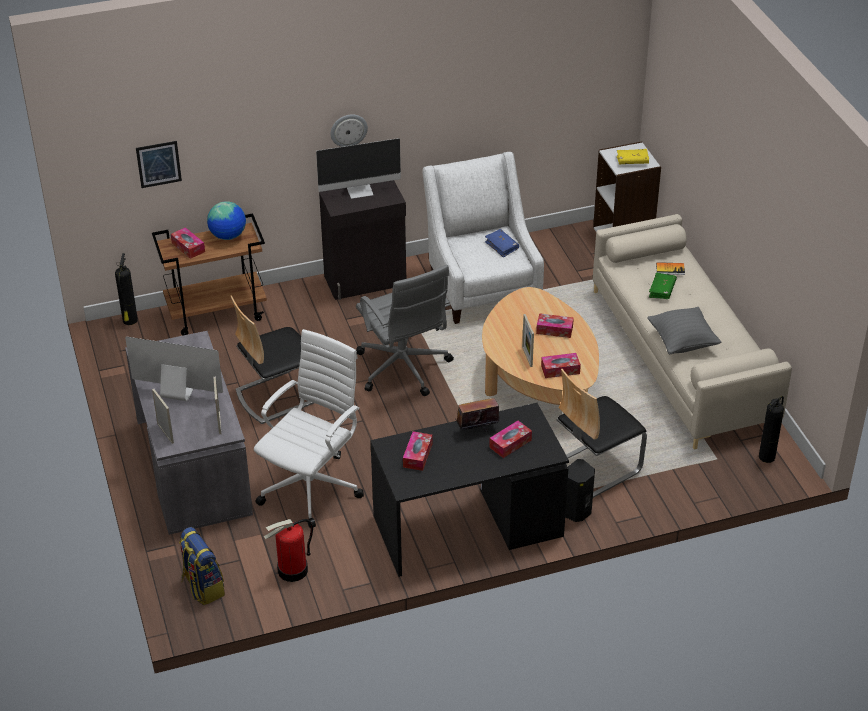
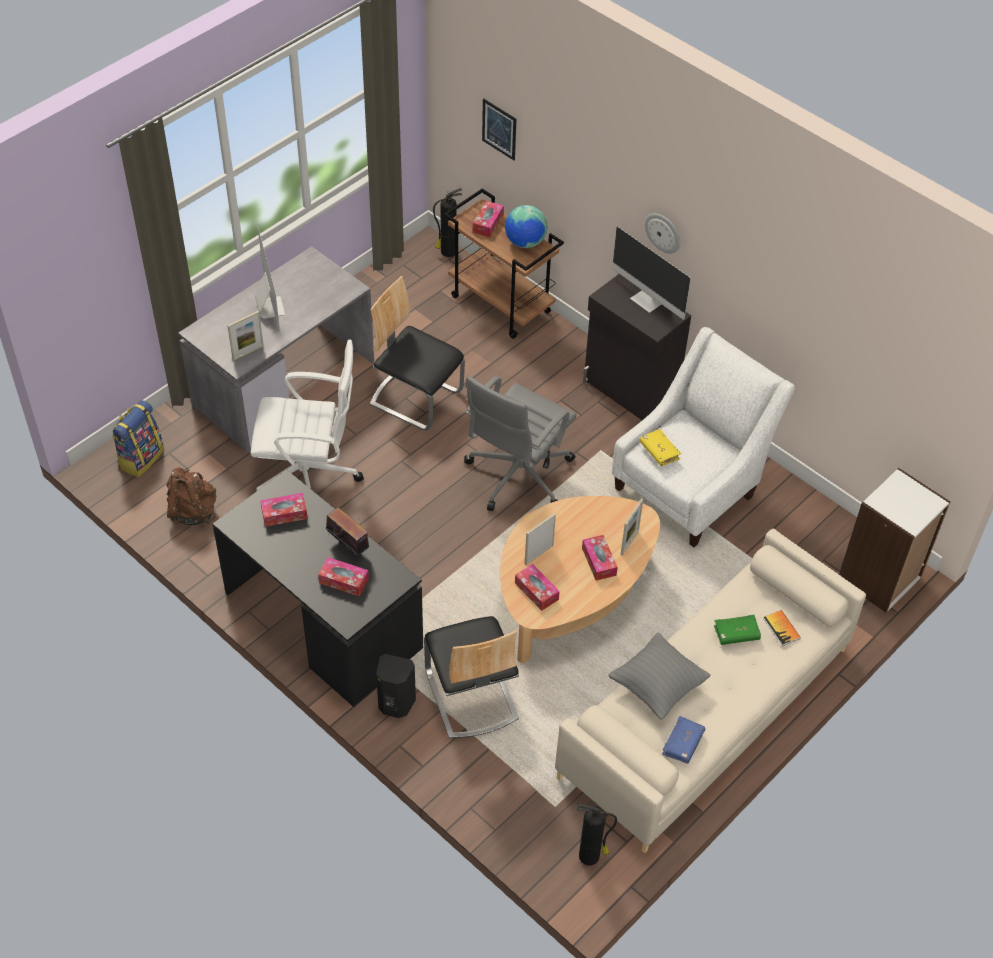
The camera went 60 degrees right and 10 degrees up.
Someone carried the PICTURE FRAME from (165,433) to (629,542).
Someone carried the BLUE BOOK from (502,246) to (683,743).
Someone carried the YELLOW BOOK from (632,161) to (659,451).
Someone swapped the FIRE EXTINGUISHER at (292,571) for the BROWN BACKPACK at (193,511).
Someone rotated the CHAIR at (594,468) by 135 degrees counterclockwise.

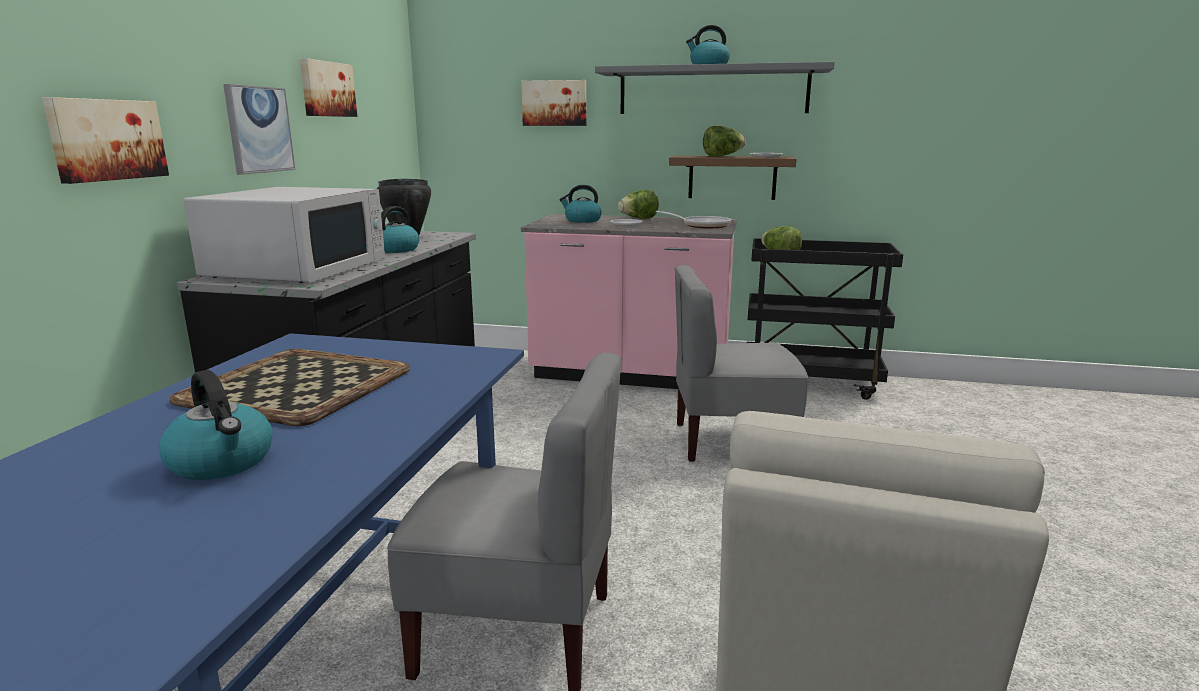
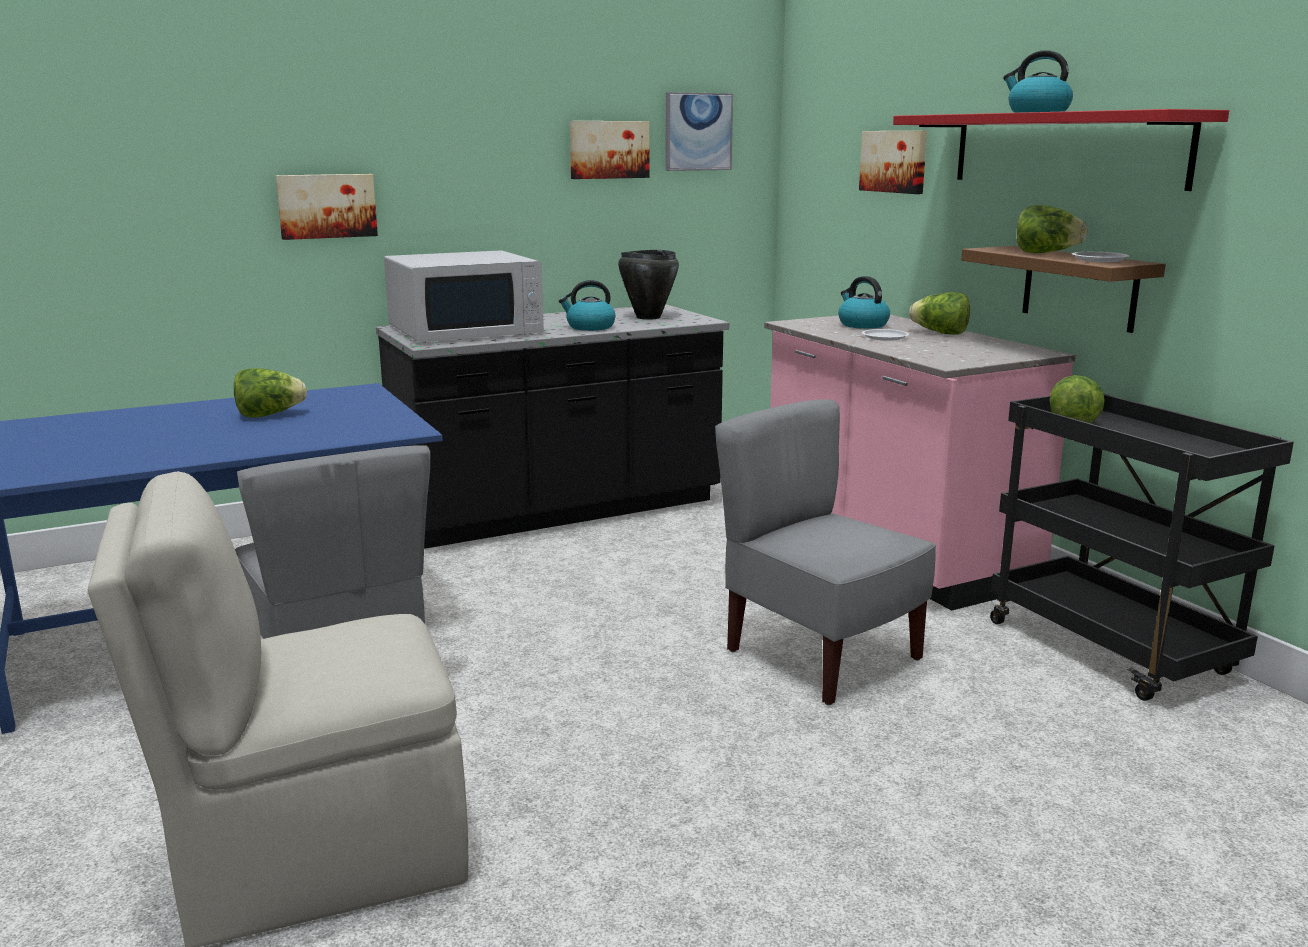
The camera went 50 degrees right and 0 degrees up.
Someone took away the KETTLE at (223,462).
Someone took away the FRYING PAN at (702,225).
Someone carried the PICTURE from (259,129) to (698,131).
Someone swapped the TRAY at (295,386) for the LETTUCE at (269,415).
Someone repainted the GREY SHELF at (713,91), which became the RED SHELF at (1065,149).

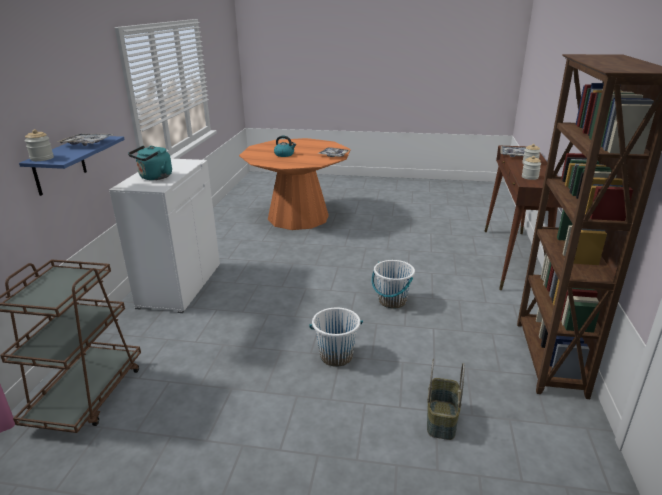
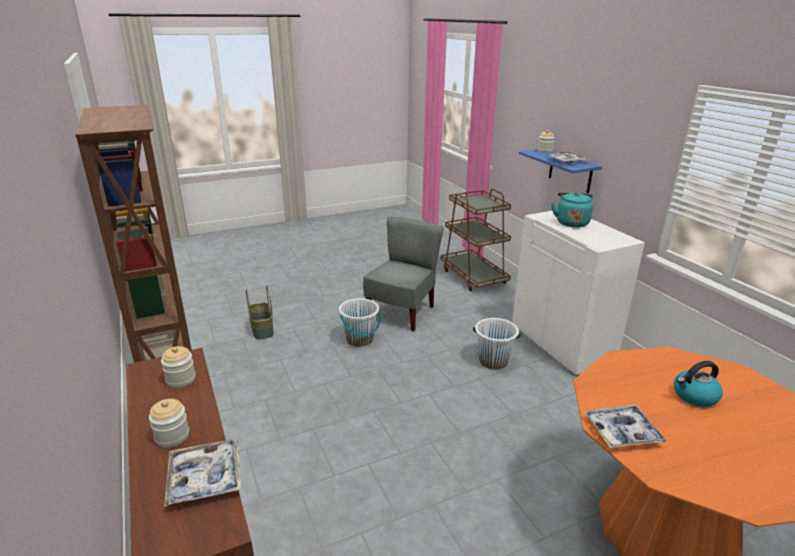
The camera went 145 degrees right and 0 degrees up.
Someone put down the GREY CHAIR at (401,312).
Someone carried the WHITE BUCKET from (392,301) to (493,361).

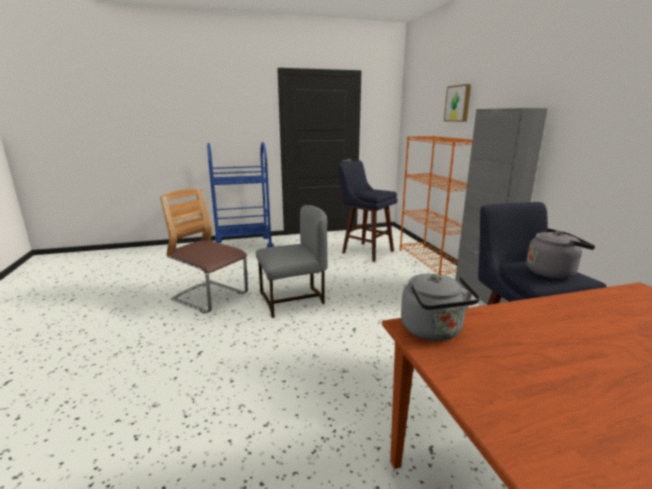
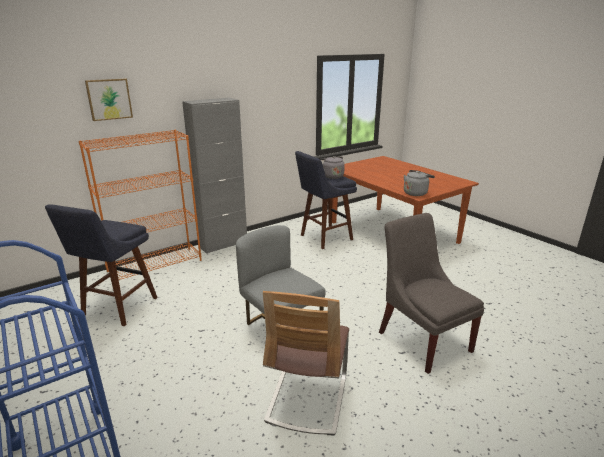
The camera went 110 degrees left and 5 degrees up.
Someone put down the GREY CHAIR at (422,339).

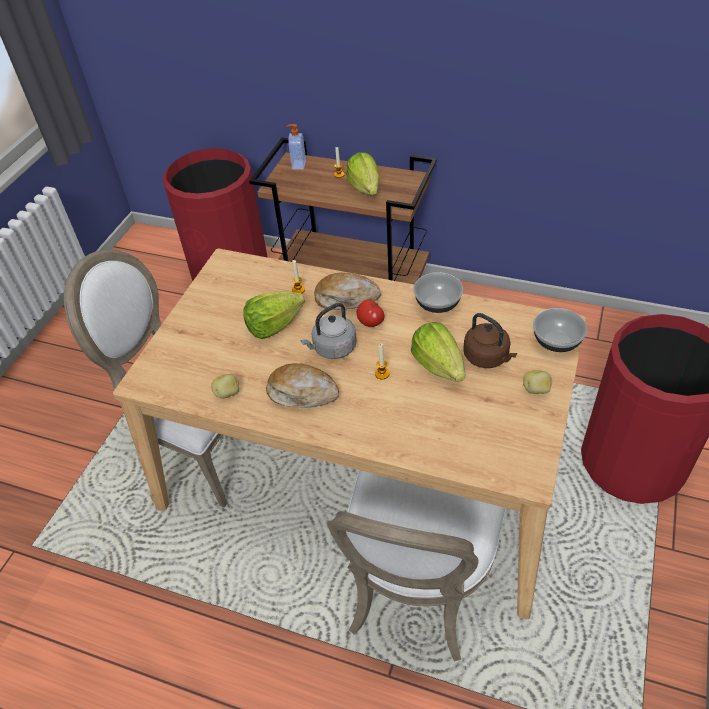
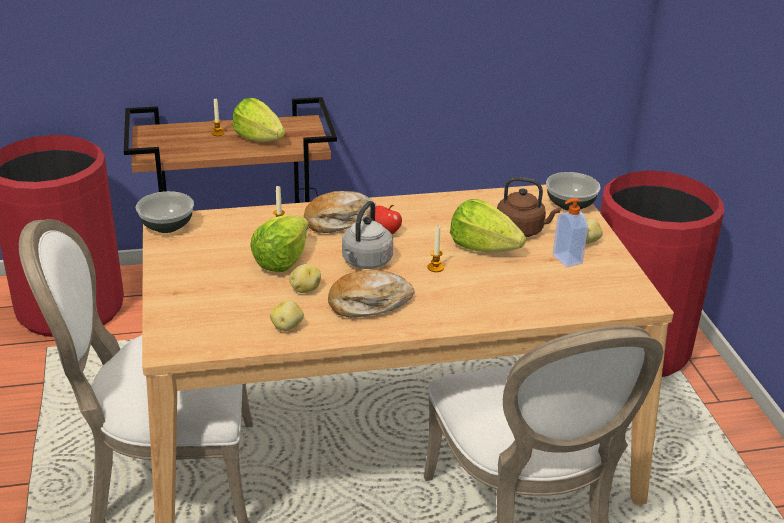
The camera went 35 degrees left and 15 degrees down.
Someone put down the POTATO at (305,289).
Someone carried the SOAP DISPENSER from (298,165) to (566,259).
Someone carried the BOWL from (437,303) to (166,226).

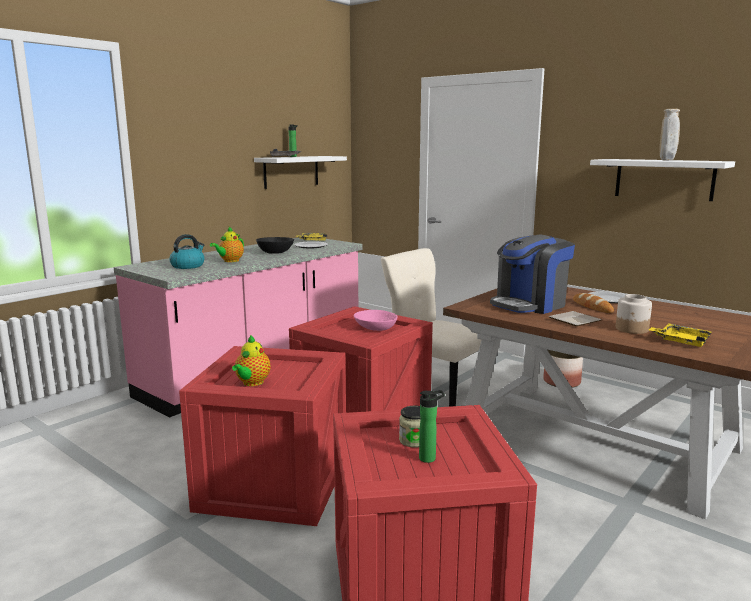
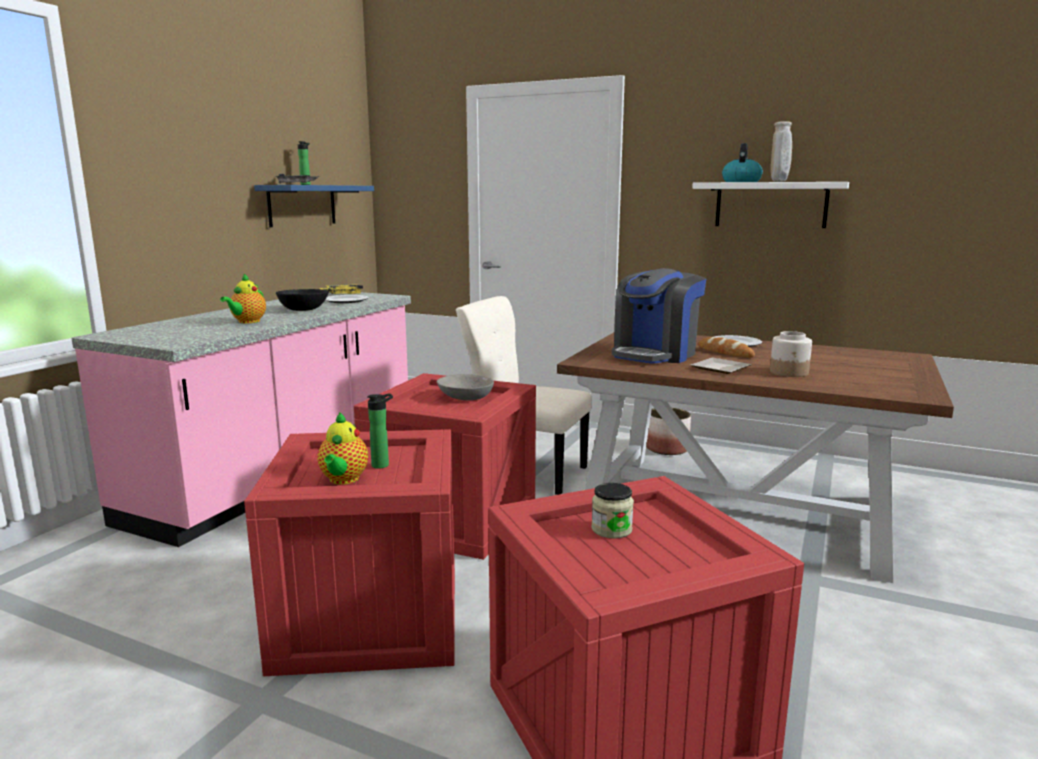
The camera went 15 degrees left and 0 degrees up.
Someone took away the YELLOW TRAY at (681,341).
Someone carried the KETTLE from (188,266) to (741,182).
Someone carried the BOTTLE from (430,458) to (383,465).
Someone repainted the WHITE SHELF at (291,171), which became the BLUE SHELF at (302,205).
Someone repainted the PINK BOWL at (375,327), which became the GREY BOWL at (465,397).

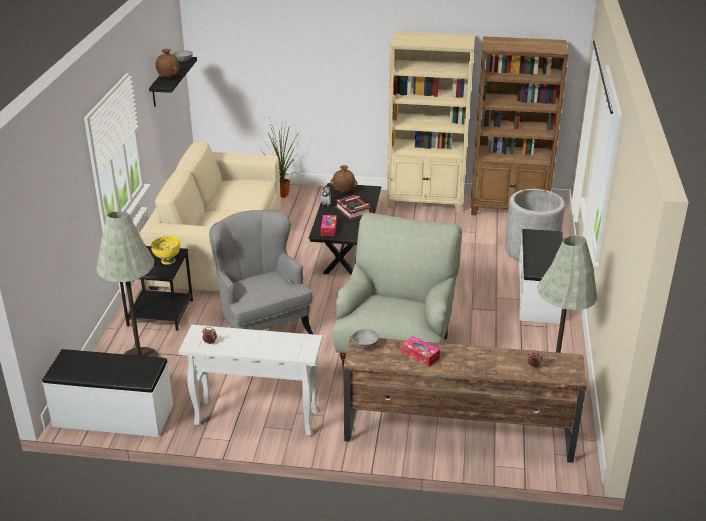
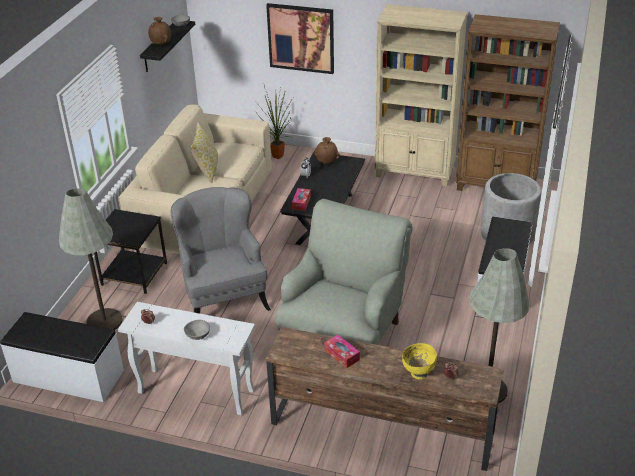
The camera went 10 degrees right and 5 degrees up.
Someone took away the BOOK at (353,210).
Someone put down the PILLOW at (207,170).
Someone put up the PICTURE at (301,38).
Someone carried the YELLOW BOWL from (167,260) to (418,373).
Someone carried the GREY BOWL from (365,345) to (198,335).

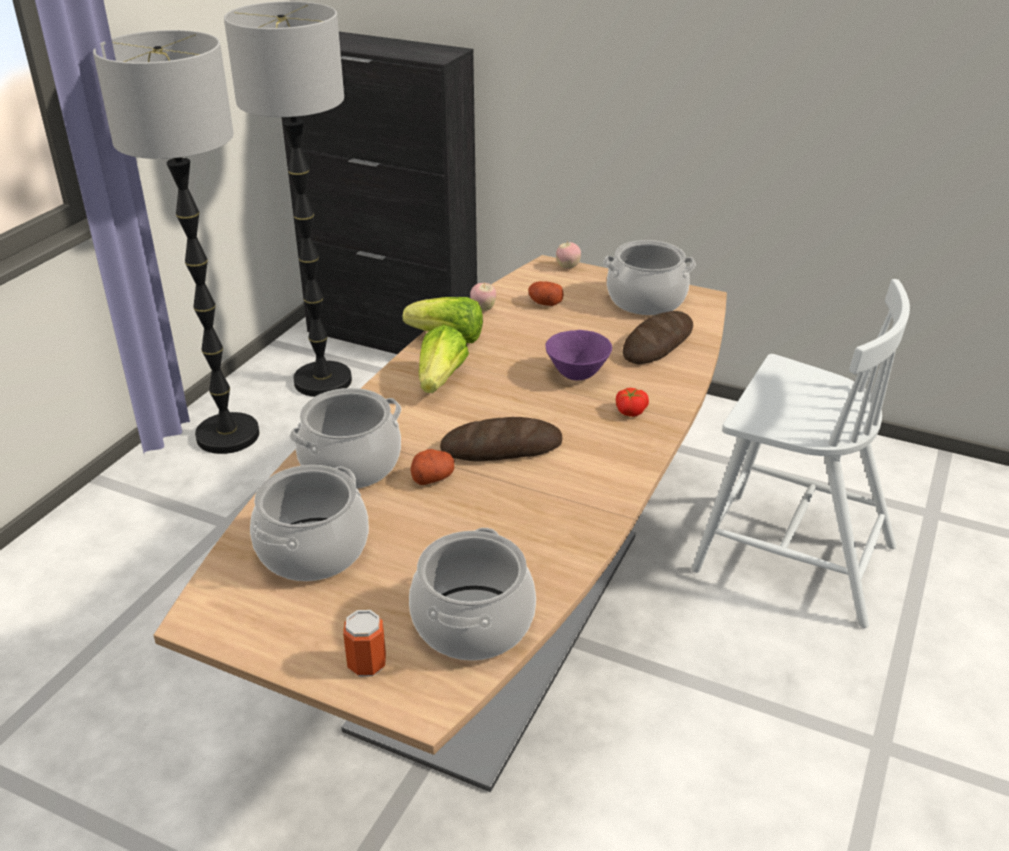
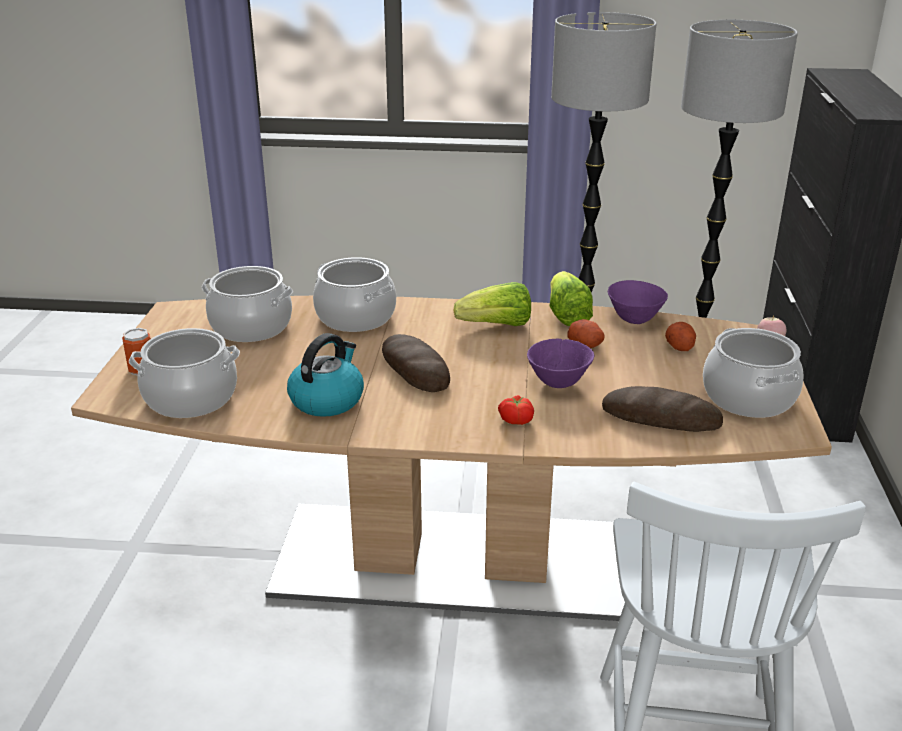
The camera went 70 degrees right and 5 degrees down.
Someone put down the KETTLE at (327,400).
Someone carried the POTATO from (433,477) to (586,344).
Someone swapped the APPLE at (483,309) for the PURPLE BOWL at (635,320).

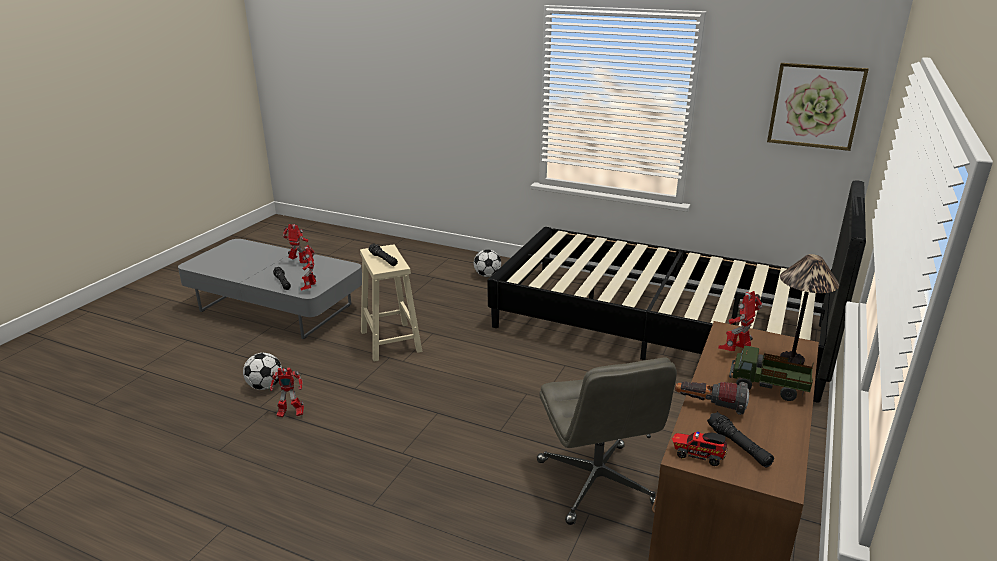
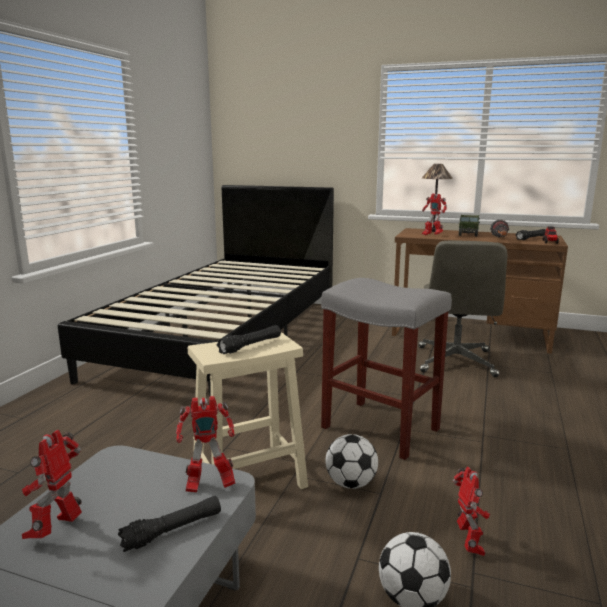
The camera went 95 degrees left and 10 degrees down.
Someone took away the PICTURE at (815,106).
Someone put down the GREY STOOL at (378,428).
Someone carried the FOOTBALL from (487,275) to (351,483).
Someone rotated the GREY OFFICE CHAIR at (597,484) by 120 degrees clockwise.

